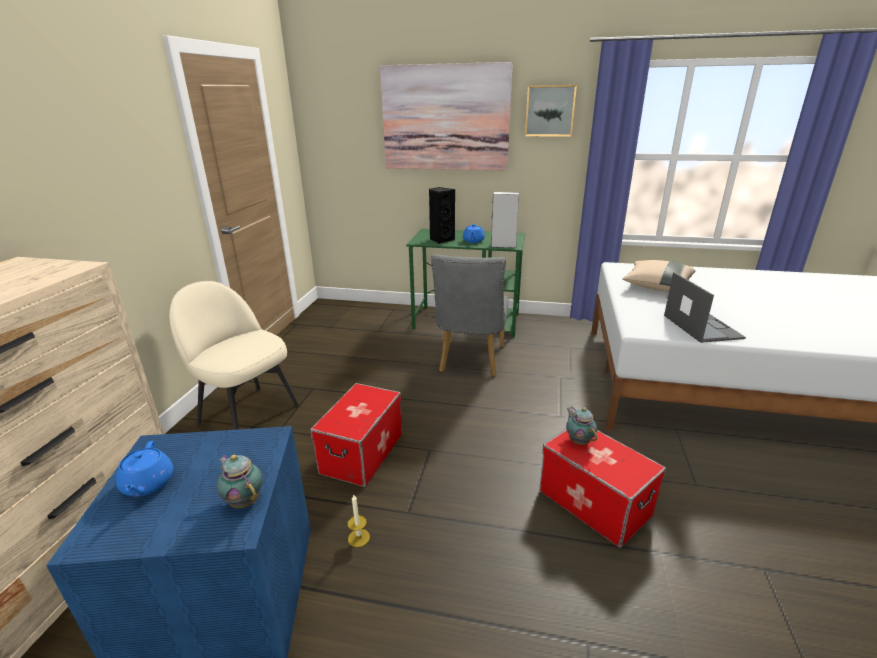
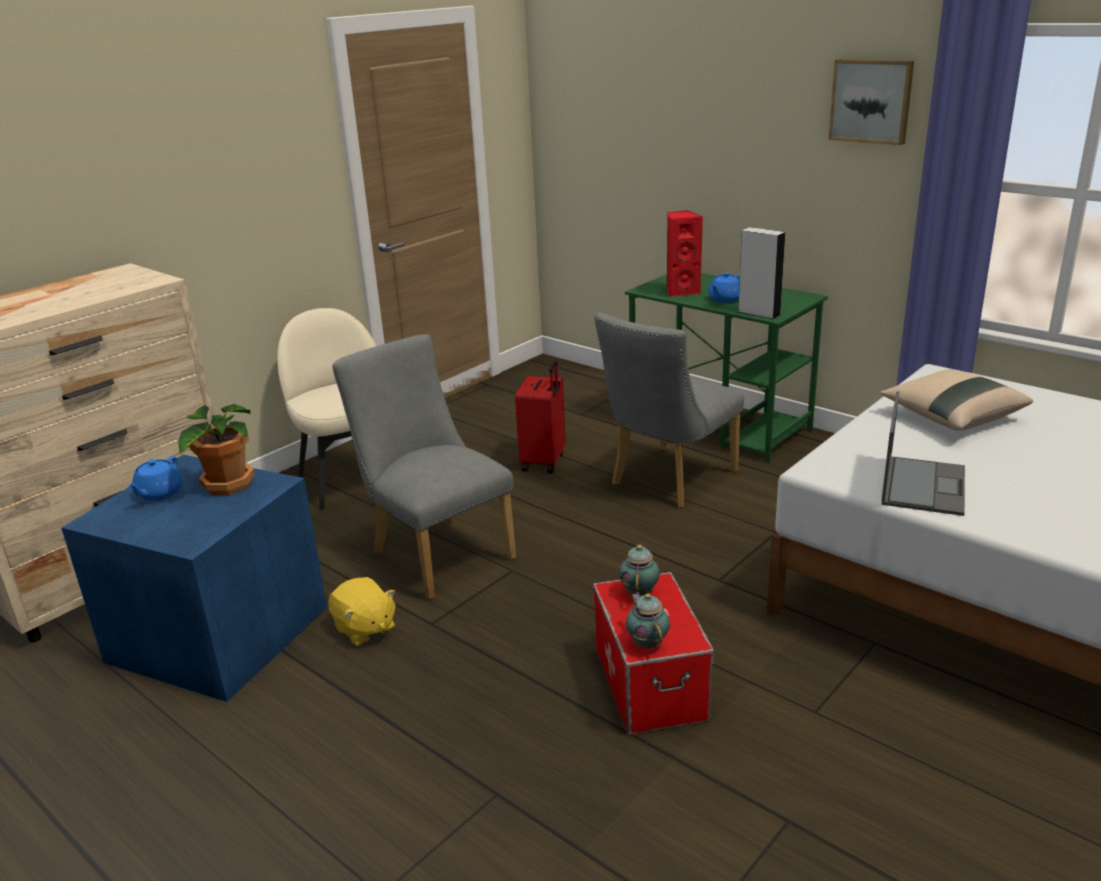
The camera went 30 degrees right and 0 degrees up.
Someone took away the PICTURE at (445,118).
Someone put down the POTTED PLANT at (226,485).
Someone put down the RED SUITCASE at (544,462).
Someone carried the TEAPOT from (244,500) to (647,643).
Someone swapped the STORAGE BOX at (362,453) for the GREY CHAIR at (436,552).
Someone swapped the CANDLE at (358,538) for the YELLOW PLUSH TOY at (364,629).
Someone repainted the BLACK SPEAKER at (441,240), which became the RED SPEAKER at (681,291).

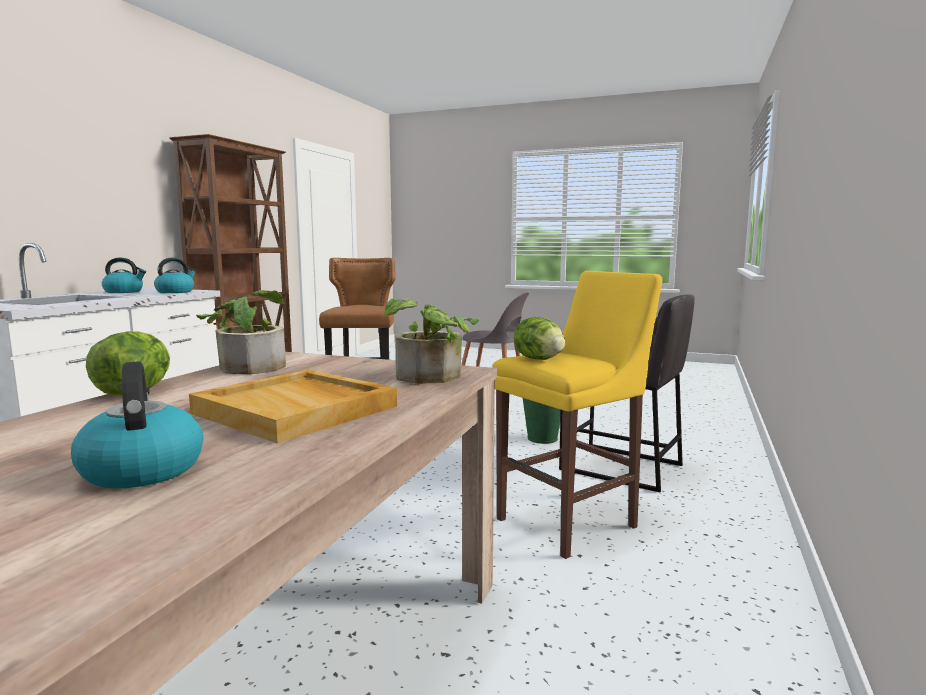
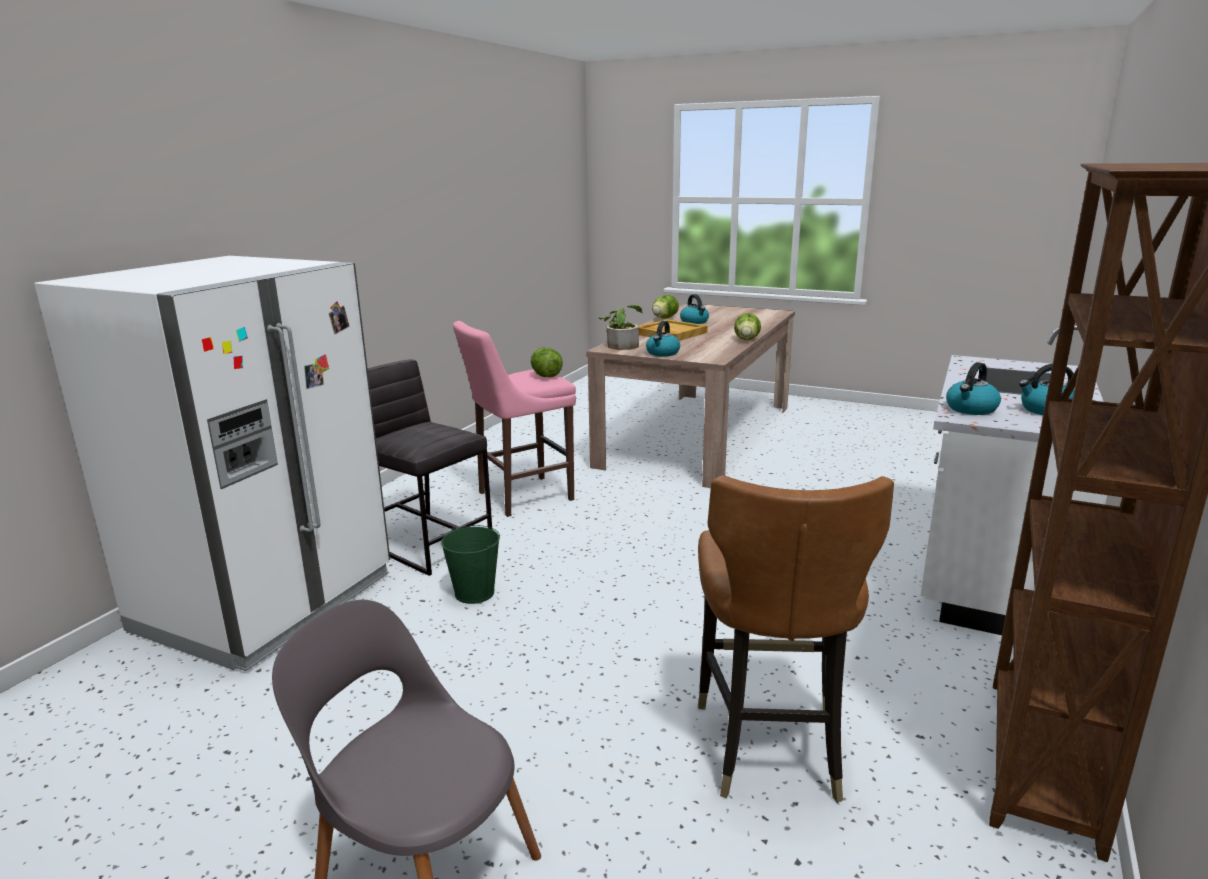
The camera went 175 degrees left and 10 degrees up.
Someone took away the POTTED PLANT at (249,366).
Someone put down the WHITE FRIDGE at (266,602).
Someone put down the KETTLE at (662,353).
Someone put down the LETTUCE at (664,318).
Someone repainted the YELLOW STOOL at (572,521), which became the PINK STOOL at (520,497).

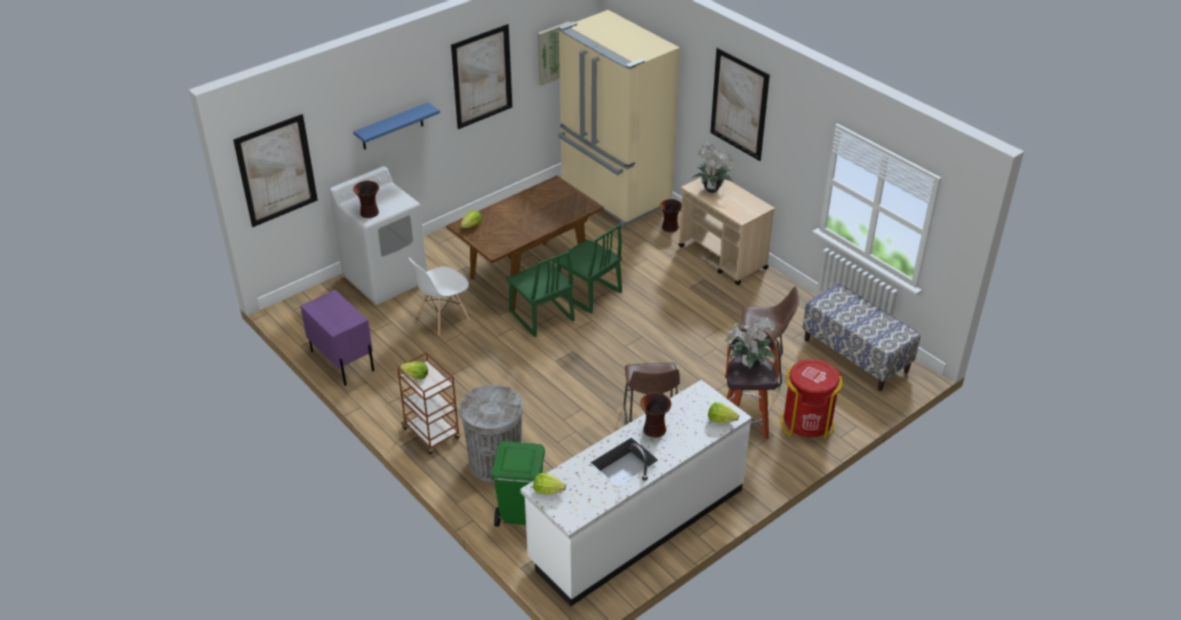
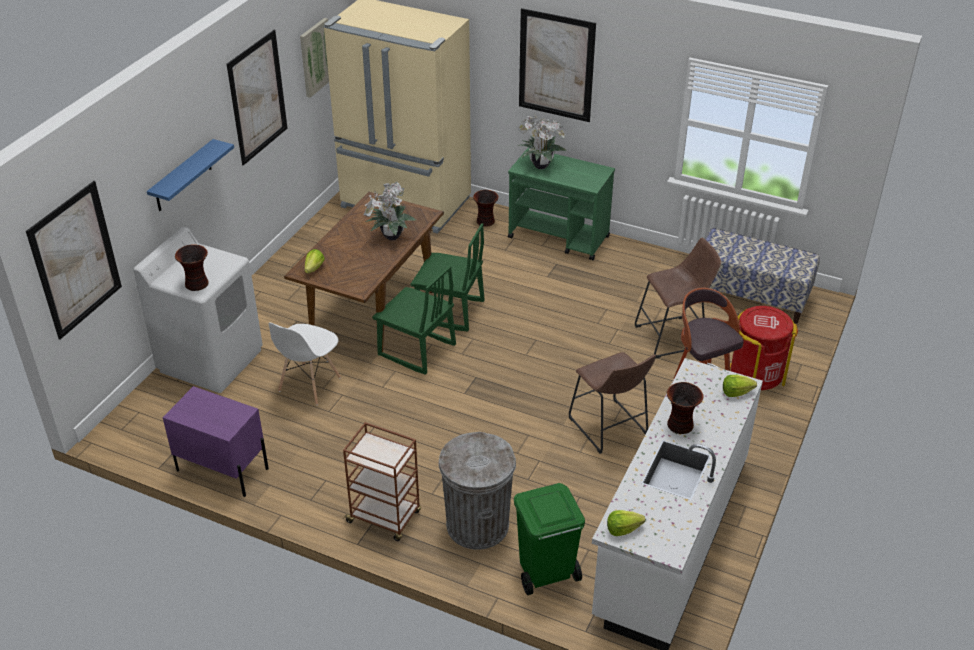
The camera went 25 degrees left and 0 degrees up.
Someone took away the LETTUCE at (415,376).
Someone carried the POTTED PLANT from (748,366) to (390,237).
Someone repainted the BEIGE CART at (723,258), which became the GREEN CART at (559,237).

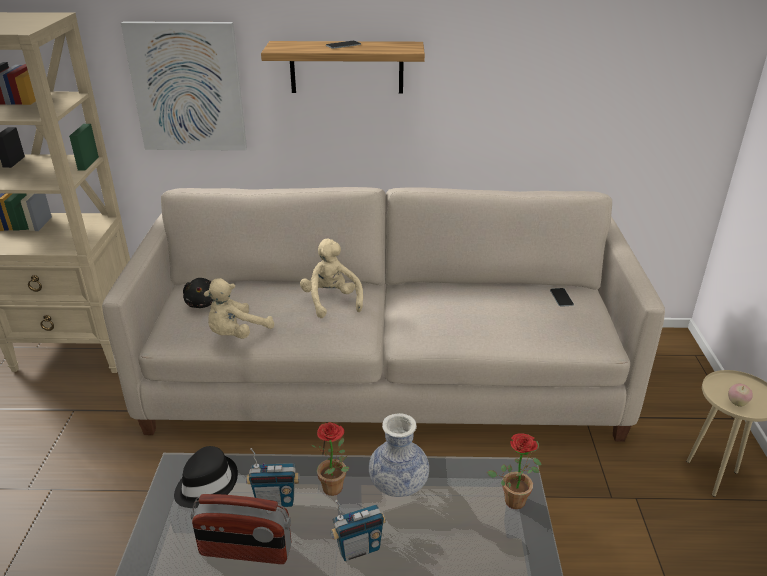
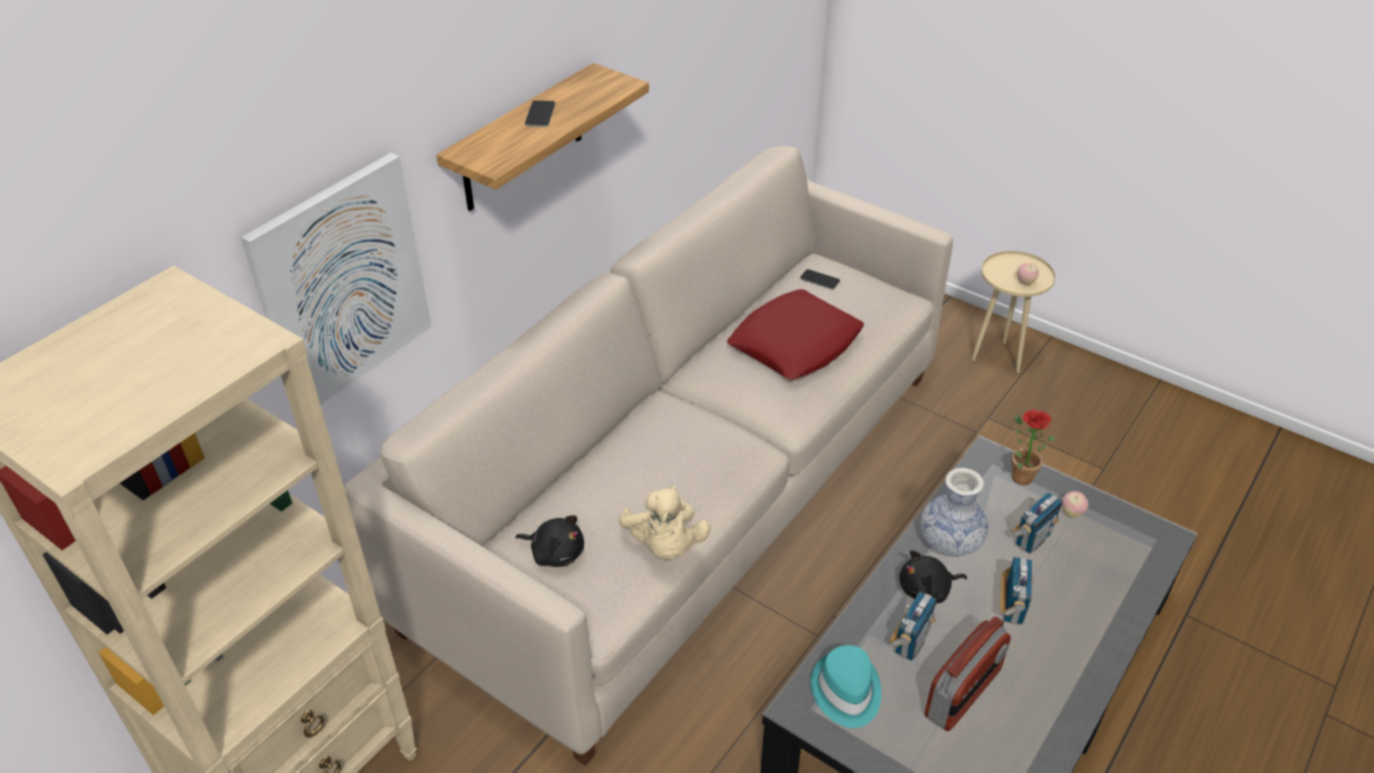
The camera went 55 degrees left and 10 degrees up.
Someone took away the BEIGE PLUSH TOY at (331,301).
Someone put down the RED PILLOW at (795,343).
Someone put down the RADIO at (1031,539).
Someone put down the APPLE at (1071,513).
Someone swapped the POTTED PLANT at (336,490) for the BLACK PLUSH TOY at (927,590).
Someone repainted the BLACK HAT at (206,484), which became the TURQUOISE HAT at (846,691).

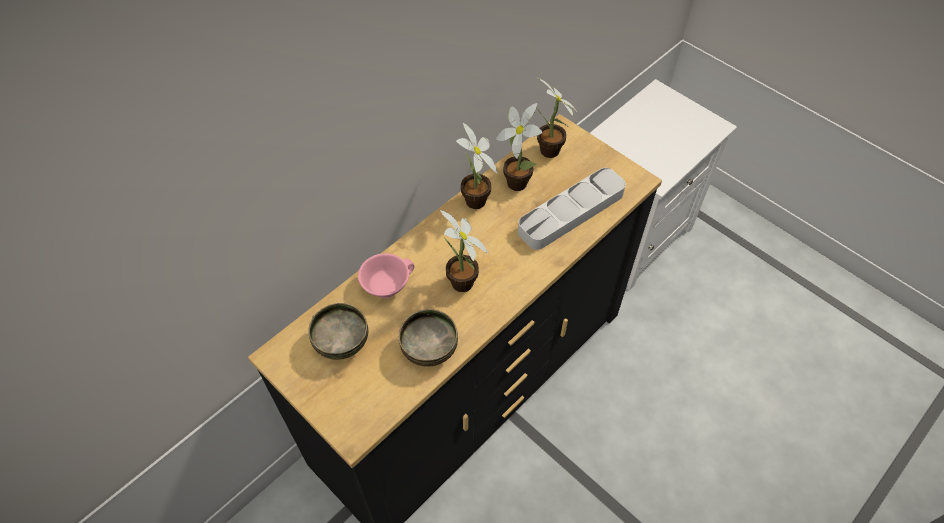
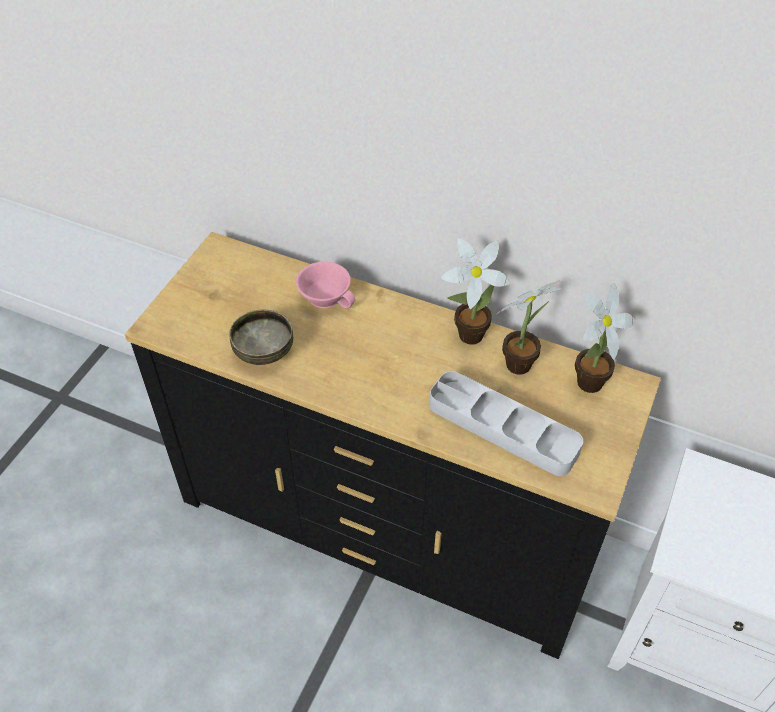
The camera went 70 degrees right and 5 degrees down.
Someone took away the BOWL at (341,341).
Someone took away the POTTED PLANT at (462,286).

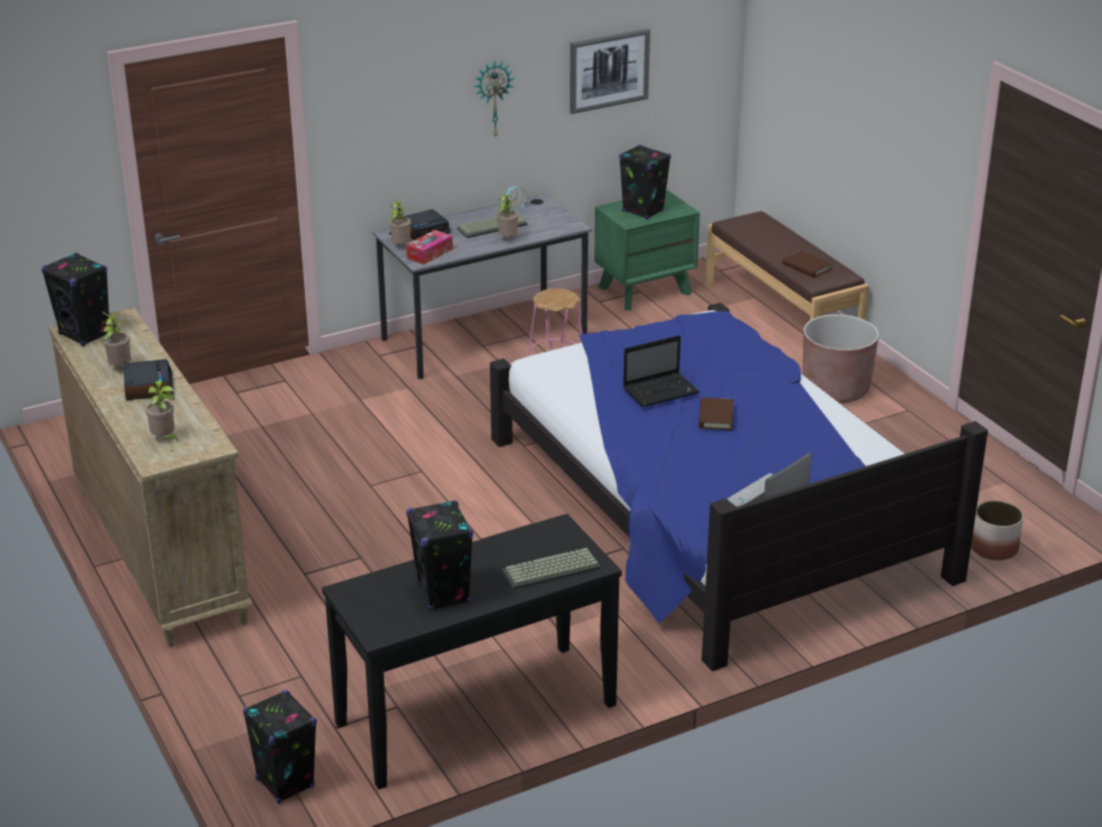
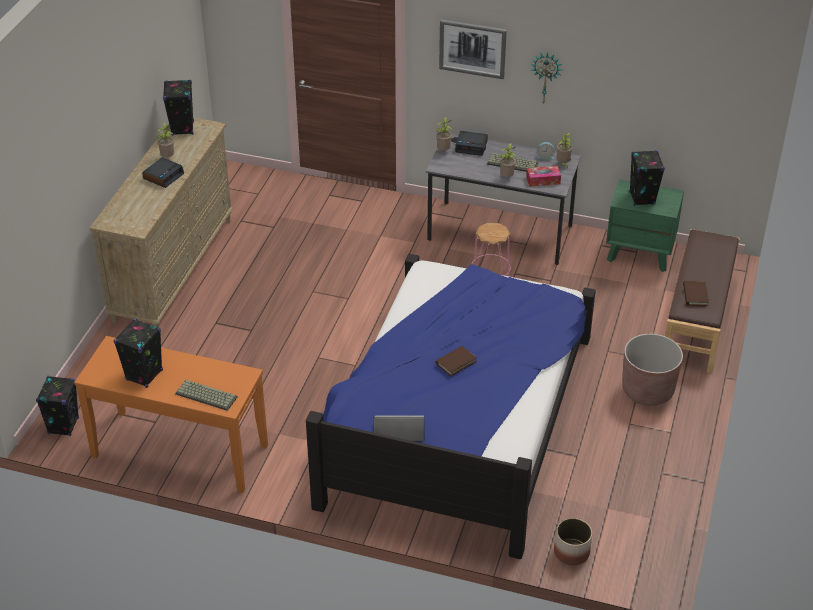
The camera went 45 degrees right and 10 degrees up.
Someone took away the LAPTOP at (662,390).
Someone carried the POTTED PLANT from (165,439) to (563,164).
Someone carried the TISSUE BOX from (429,253) to (543,180).
Someone carried the PICTURE from (609,70) to (472,48).
Someone repainted the BLACK CONSOLE TABLE at (477,715), which became the ORANGE CONSOLE TABLE at (179,451).

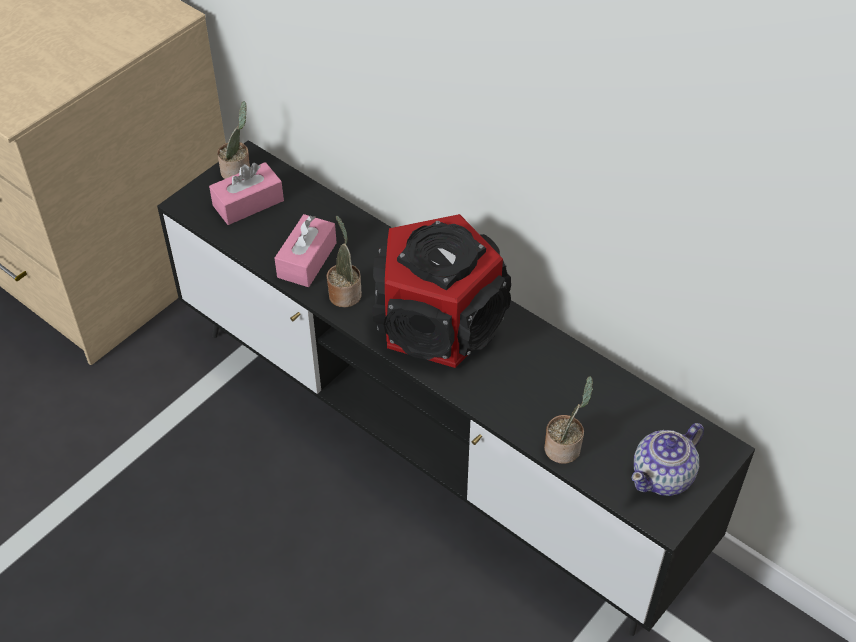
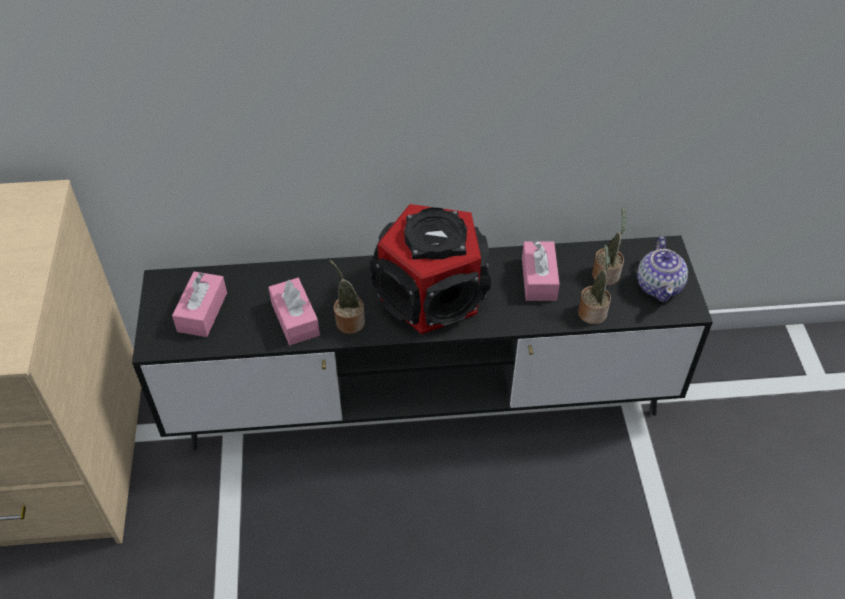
The camera went 45 degrees left and 0 degrees up.
Someone put down the PINK TISSUE BOX at (538,279).
Someone carried the POTTED PLANT from (238,171) to (606,273).

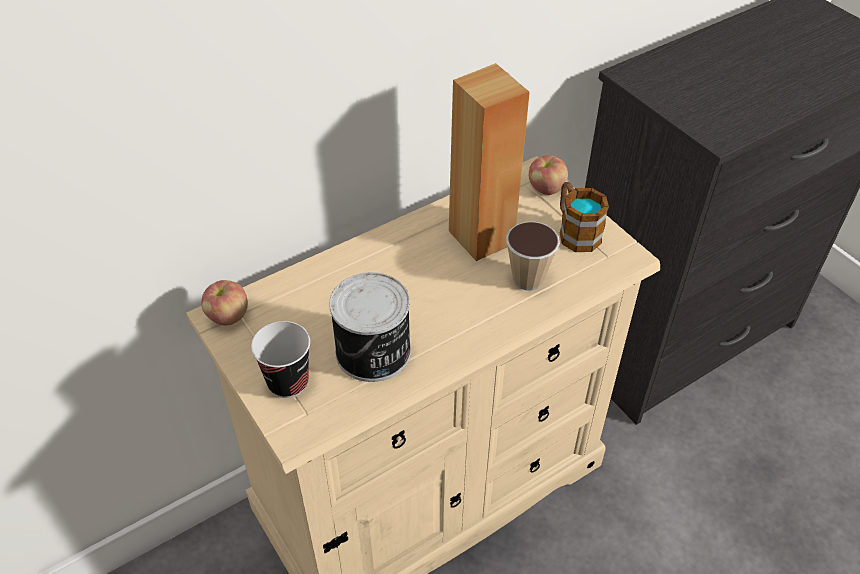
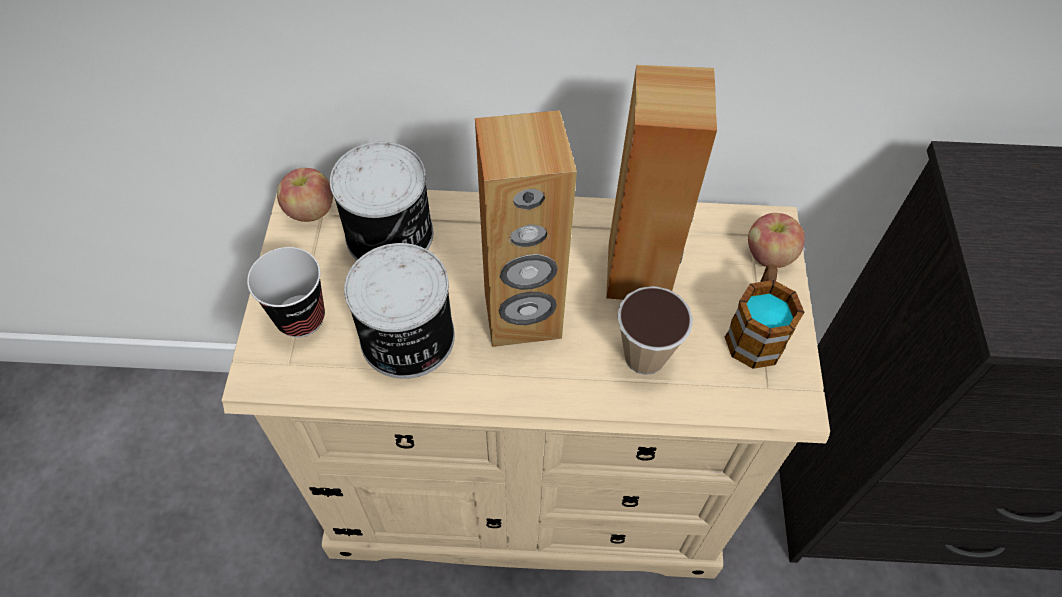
The camera went 35 degrees right and 10 degrees up.
Someone put down the CAN at (391,236).
Someone put down the BROWN SPEAKER at (522,316).

